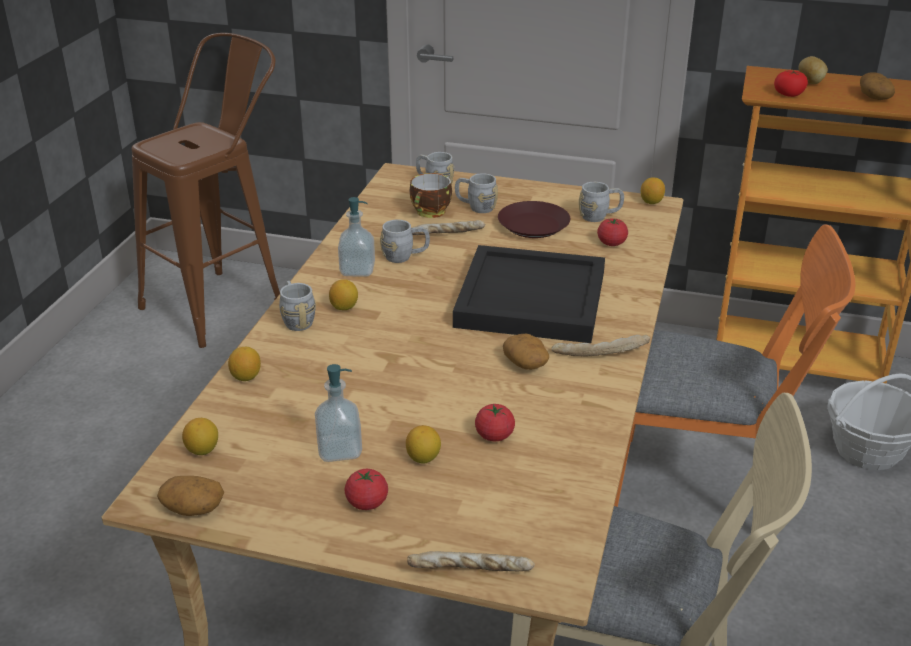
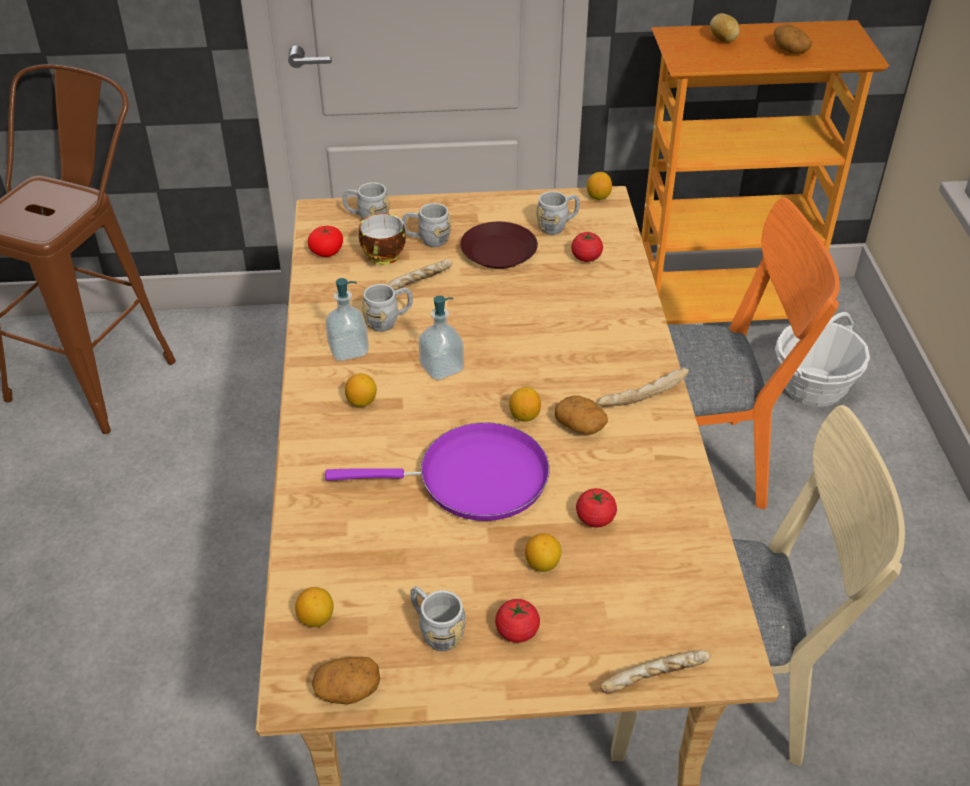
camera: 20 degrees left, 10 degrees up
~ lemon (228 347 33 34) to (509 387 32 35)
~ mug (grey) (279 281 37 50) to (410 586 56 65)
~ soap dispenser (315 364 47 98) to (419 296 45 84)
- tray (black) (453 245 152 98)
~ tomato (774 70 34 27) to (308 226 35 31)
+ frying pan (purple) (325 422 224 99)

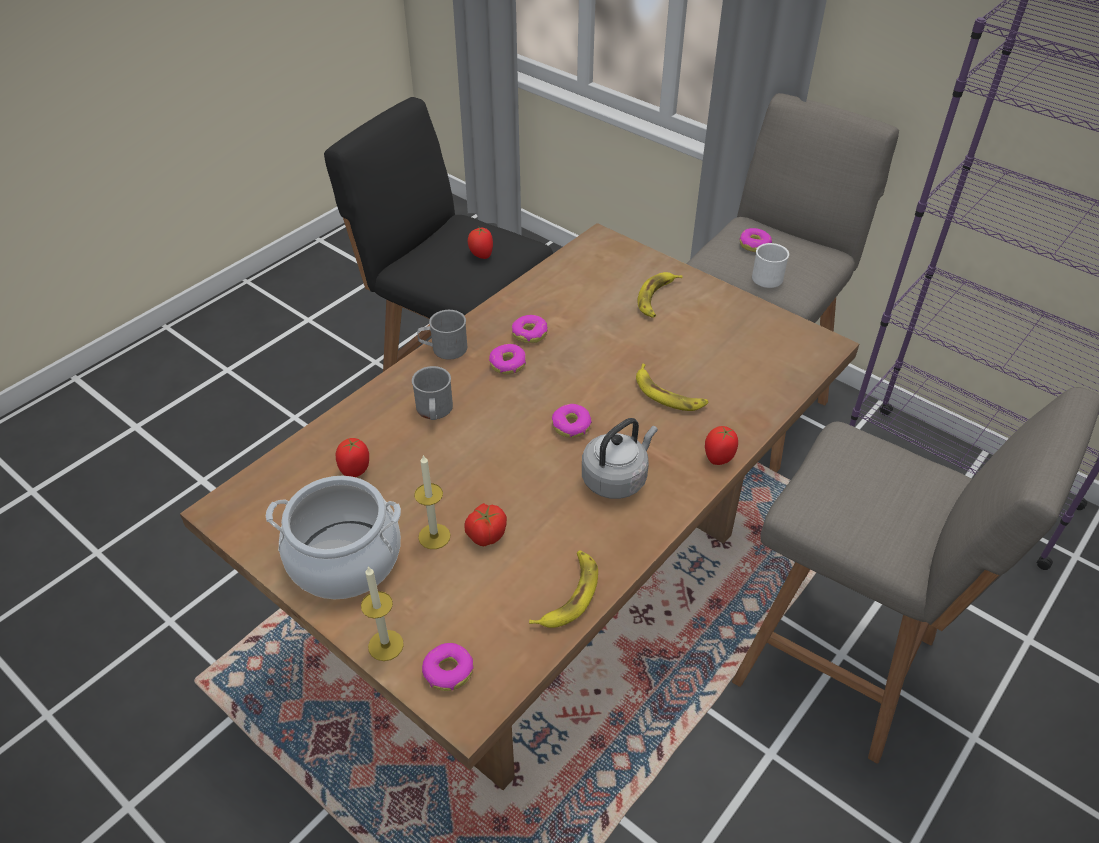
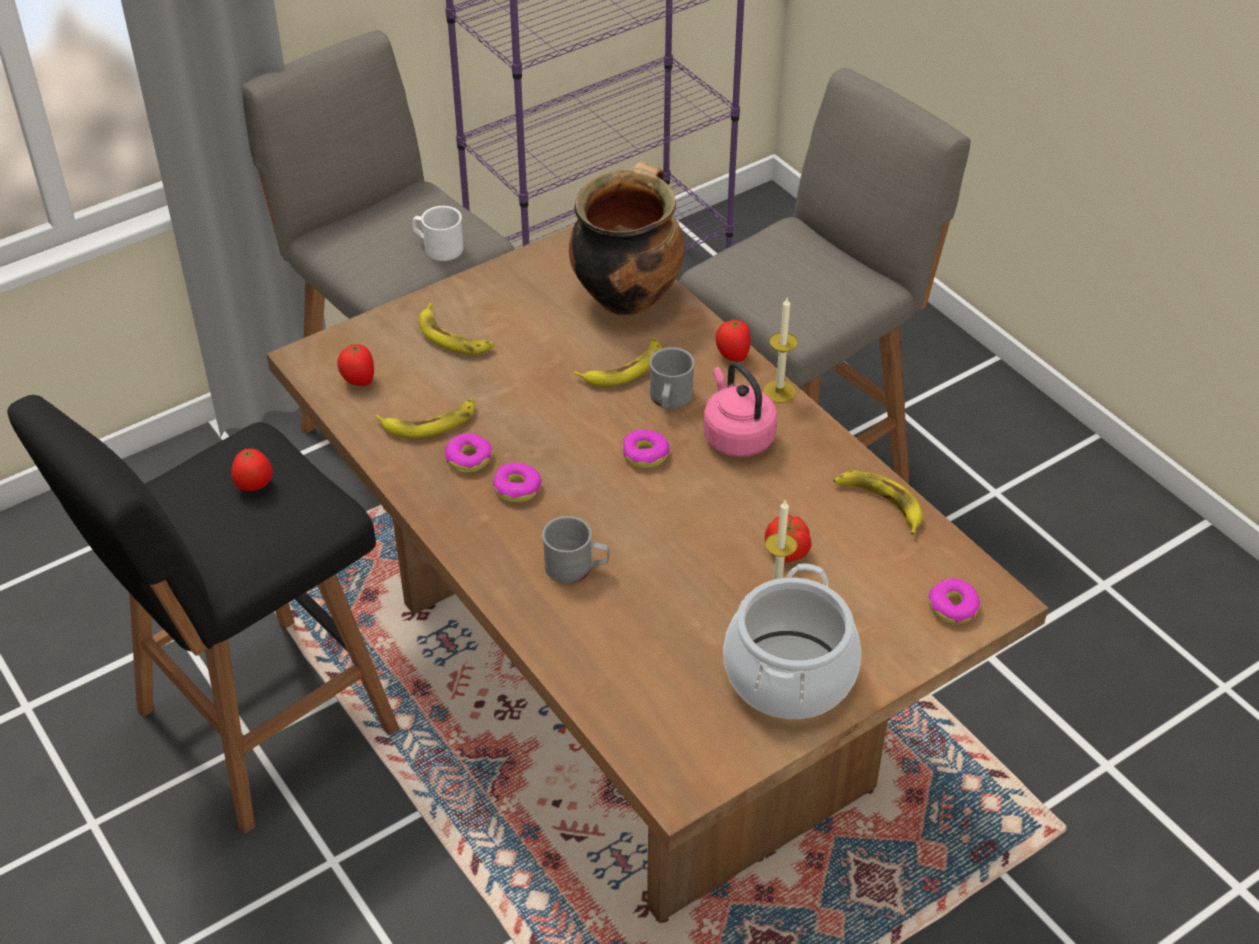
camera: 75 degrees left, 0 degrees up
~ tomato (336 438 33 39) to (337 344 37 42)
~ candle (361 567 43 94) to (763 298 35 105)
~ mug (grey) (417 310 50 50) to (650 347 45 62)
~ kettle (grey) (582 418 76 81) to kettle (pink) (703 362 74 95)
- donut (739 228 33 24)
+ banana (375 398 100 40)
+ cooking pot (569 162 116 153)

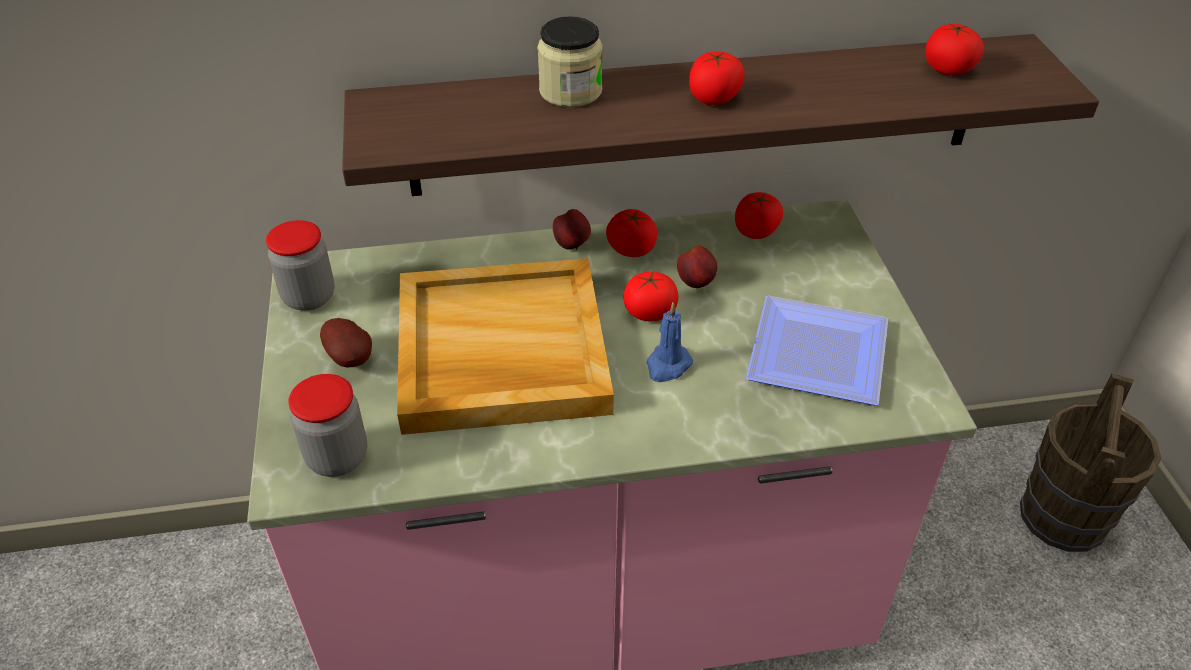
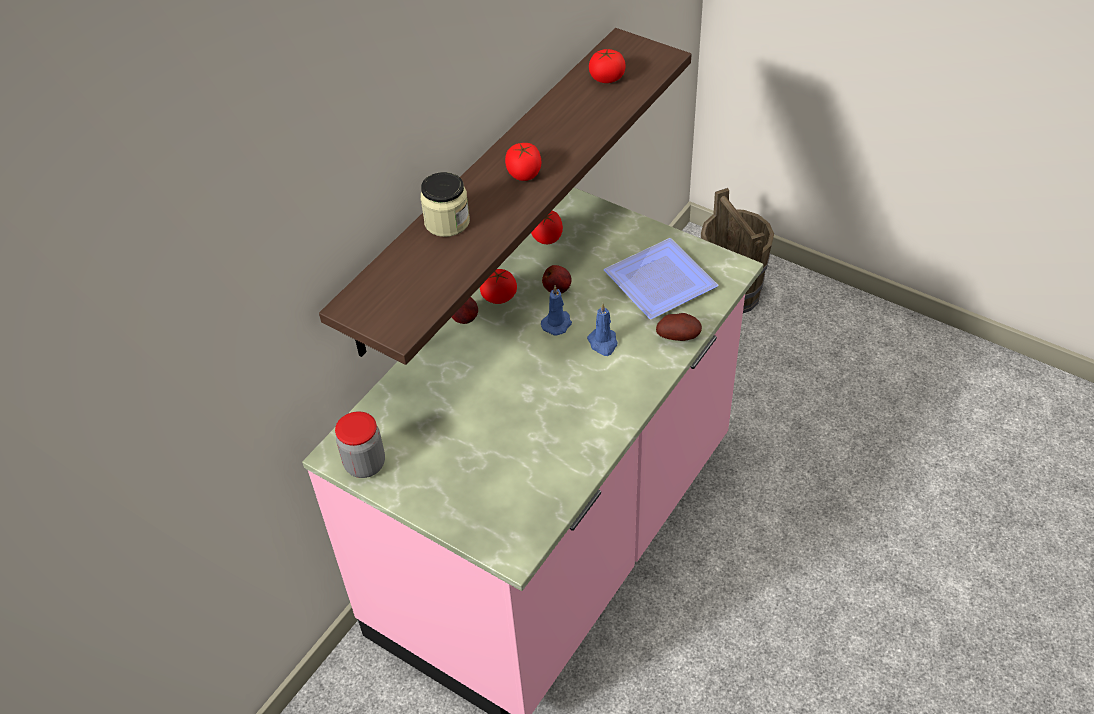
camera: 45 degrees left, 5 degrees up
- jar (288 374 79 103)
~ potato (320 318 52 49) to (656 313 46 28)
- tray (beige) (397 258 217 177)
~ tomato (624 272 54 49) to candle (blue) (541 286 31 49)

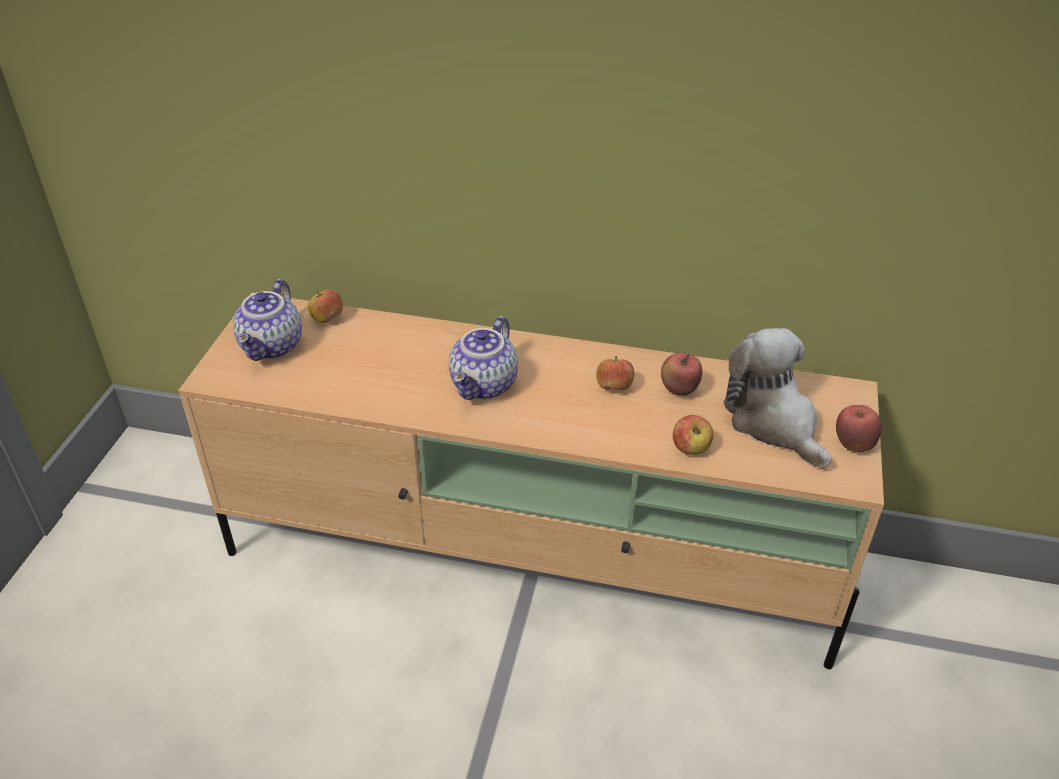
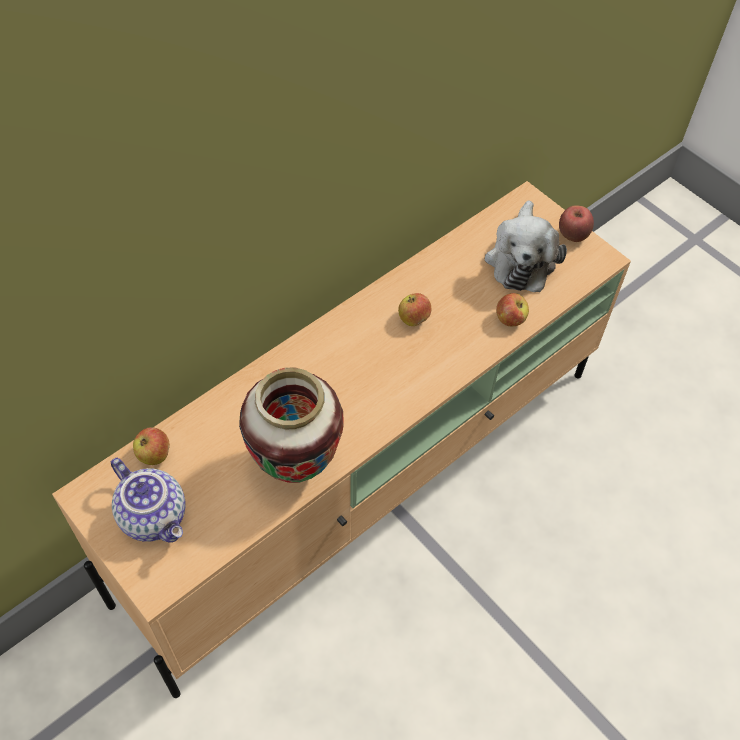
camera: 55 degrees left, 15 degrees up
- teapot (449 316 69 84)
- apple (661 353 41 43)
~ plush toy (724 328 108 140) = (485 200 82 92) 90 degrees counterclockwise
+ vase (239 368 105 115)

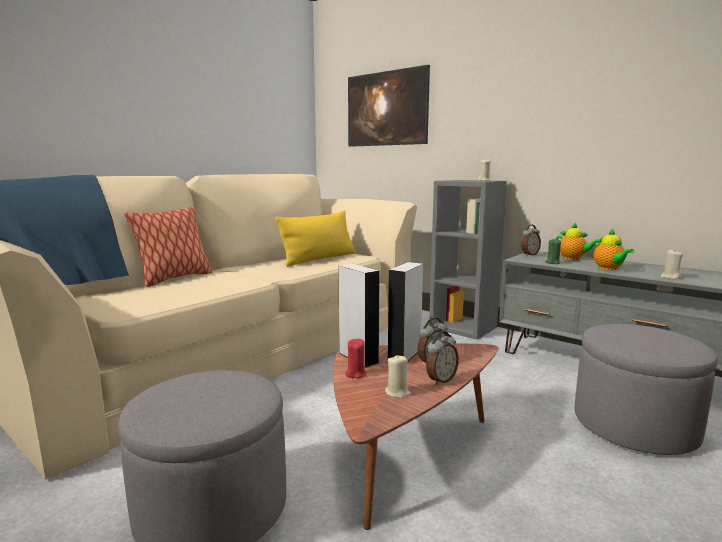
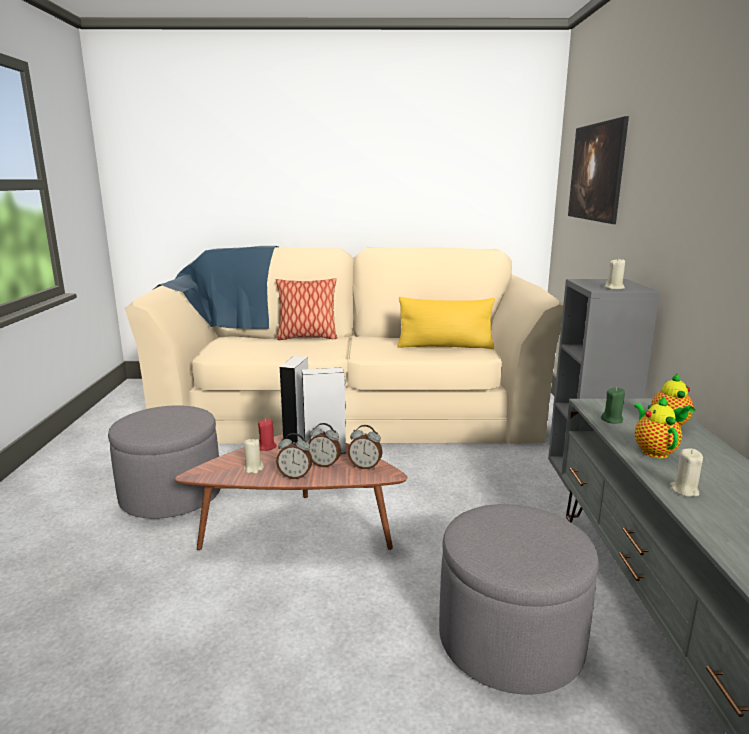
camera: 50 degrees right, 5 degrees up
~ alarm clock (521 225 20 31) to (348 425 35 44)
~ teapot (594 229 40 41) = (634 395 48 63) 135 degrees clockwise

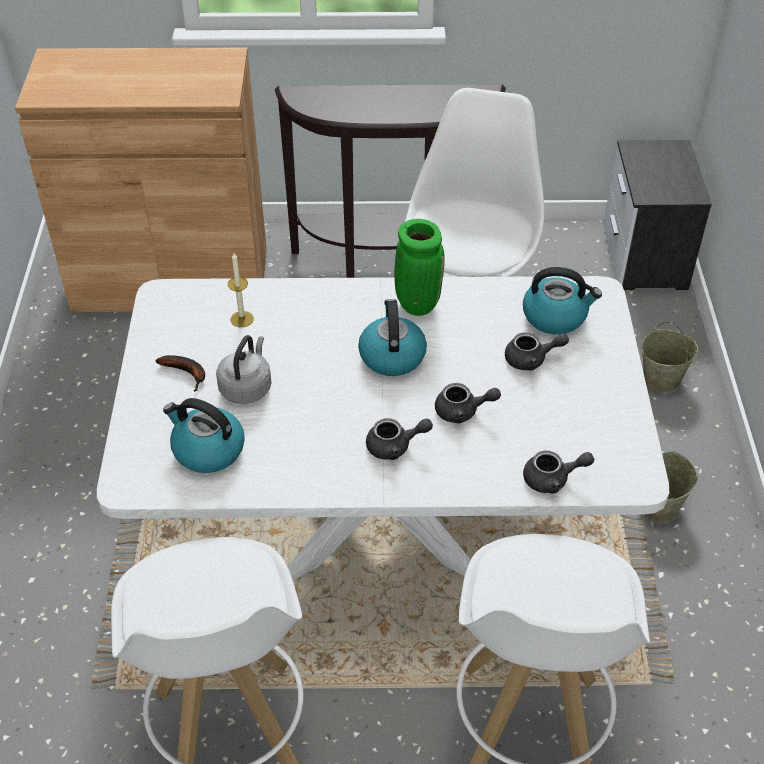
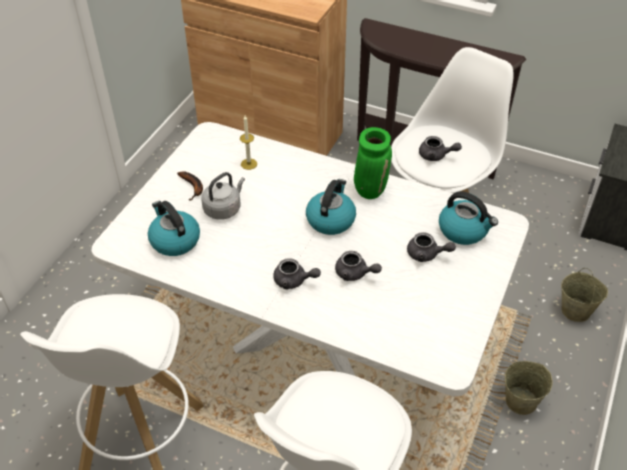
camera: 25 degrees right, 0 degrees up
~ teapot (grey) (523 450 71 44) to (419 136 43 25)

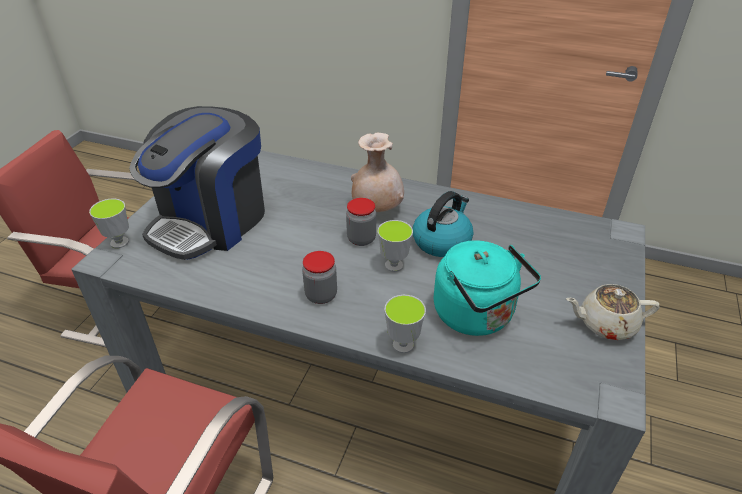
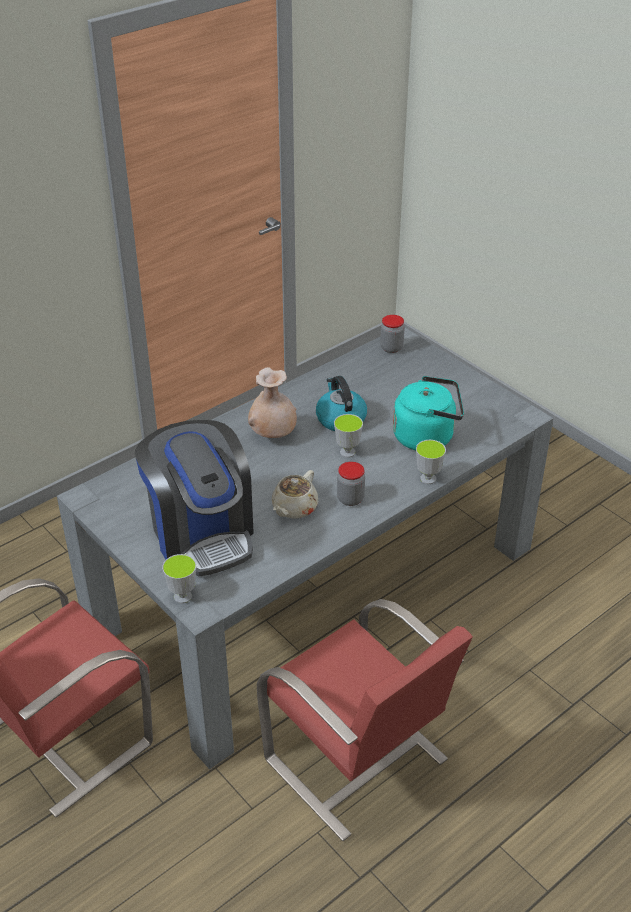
camera: 60 degrees left, 0 degrees up
~ jar (346 198 30 48) to (380 315 25 38)
~ teapot (beige) (566 284 94 56) to (272 470 46 49)

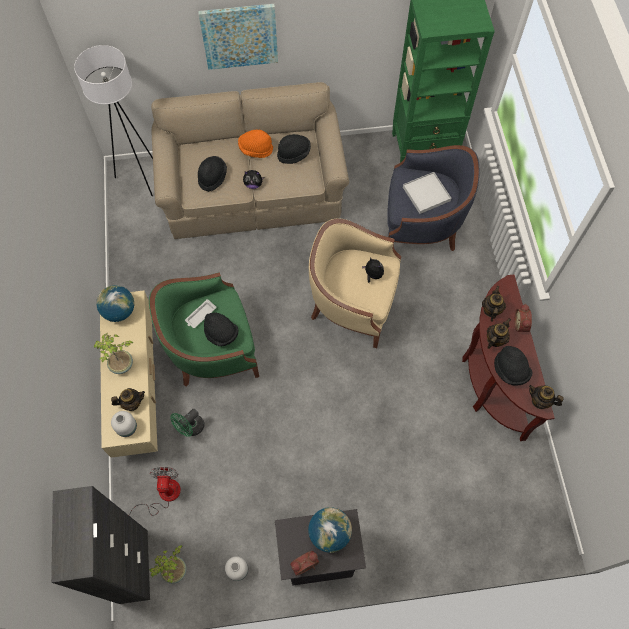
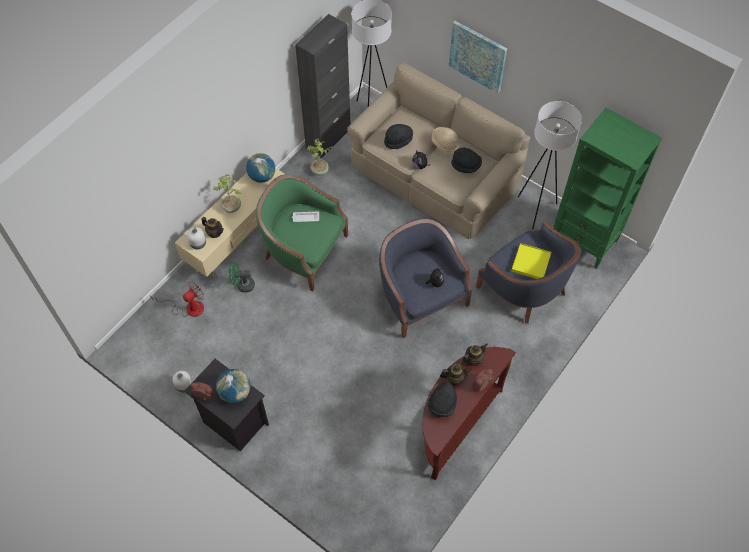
camera: 45 degrees right, 5 degrees down
~ cabinet (black) (51 486 99 118) to (295 14 56 144)
~ potted plant (149 545 37 39) to (306 138 28 37)
- hat (black) (204 312 34 34)
~ hat (orange) (238 130 35 28) to hat (beige) (432 127 27 28)
~ armchair (beige) (309 219 92 129) to armchair (blue) (379 218 93 120)
~ tray (white) (403 172 48 42) to tray (yellow) (511 243 40 36)
- teapot (529 385 35 24)
+ floor lamp (white) (518 101 64 129)

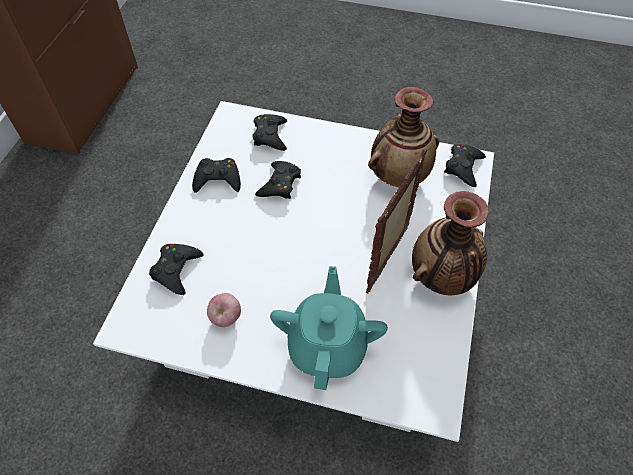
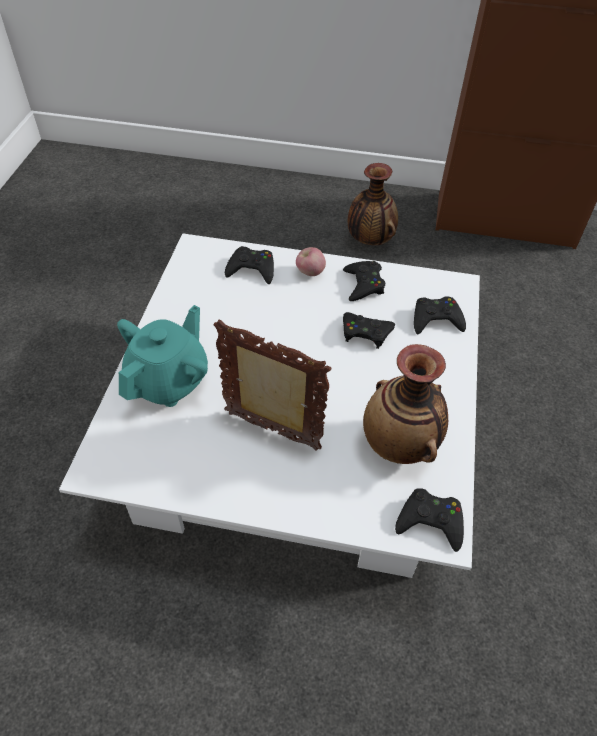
camera: 85 degrees right, 5 degrees down
~ apple (207 293 34 34) to (296 247 30 29)
~ teapot (turquoise) (270 266 118 124) = (117 305 91 102) 60 degrees counterclockwise
~ vase (412 191 77 104) to (348 163 50 82)

